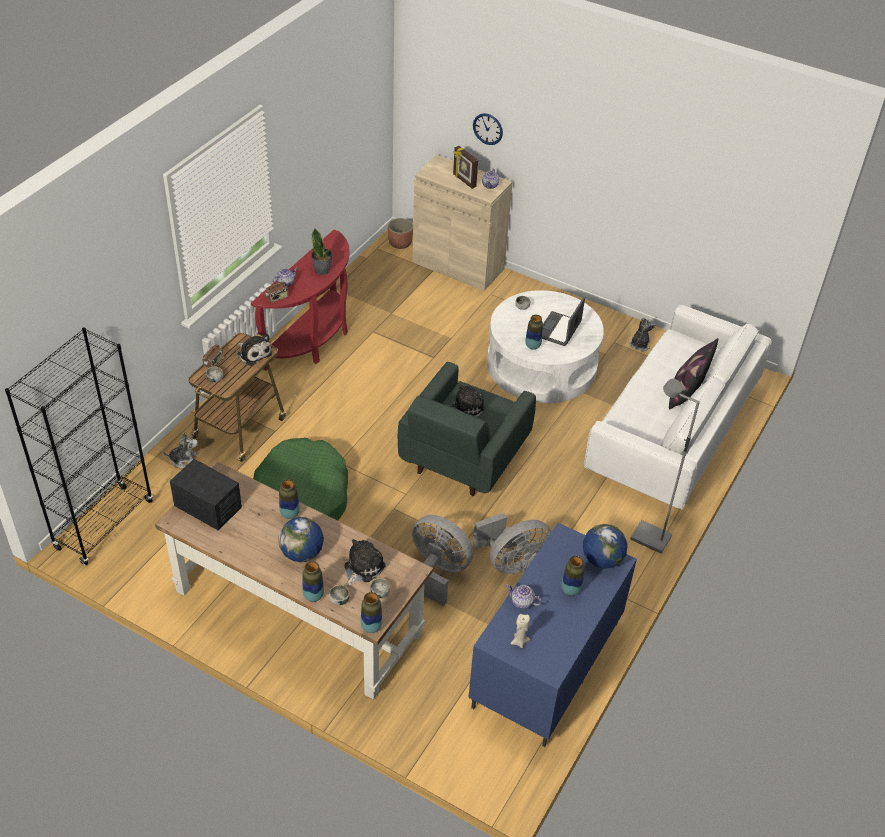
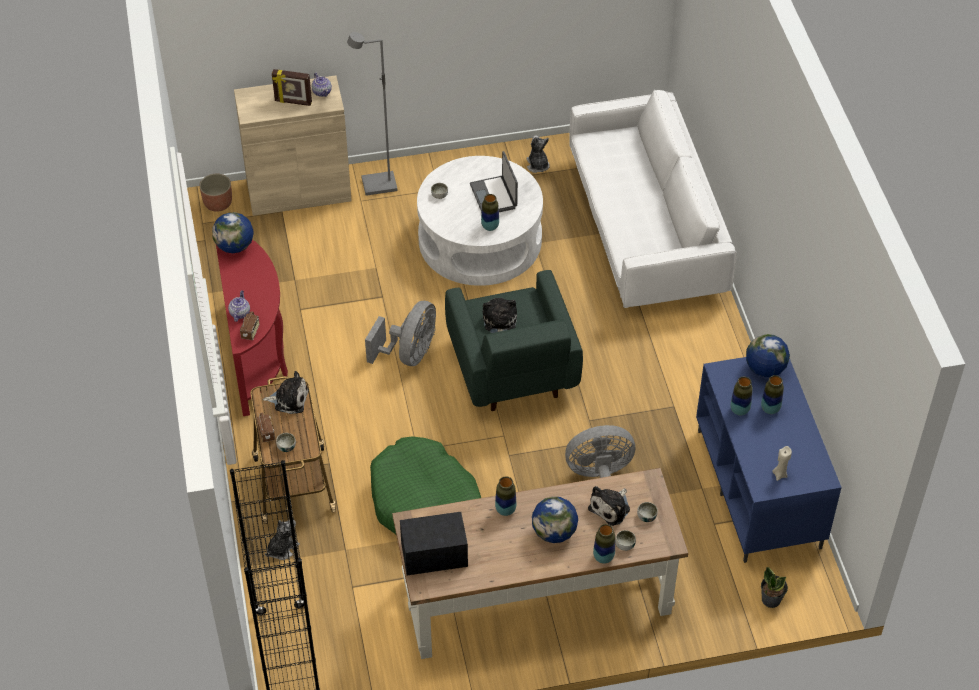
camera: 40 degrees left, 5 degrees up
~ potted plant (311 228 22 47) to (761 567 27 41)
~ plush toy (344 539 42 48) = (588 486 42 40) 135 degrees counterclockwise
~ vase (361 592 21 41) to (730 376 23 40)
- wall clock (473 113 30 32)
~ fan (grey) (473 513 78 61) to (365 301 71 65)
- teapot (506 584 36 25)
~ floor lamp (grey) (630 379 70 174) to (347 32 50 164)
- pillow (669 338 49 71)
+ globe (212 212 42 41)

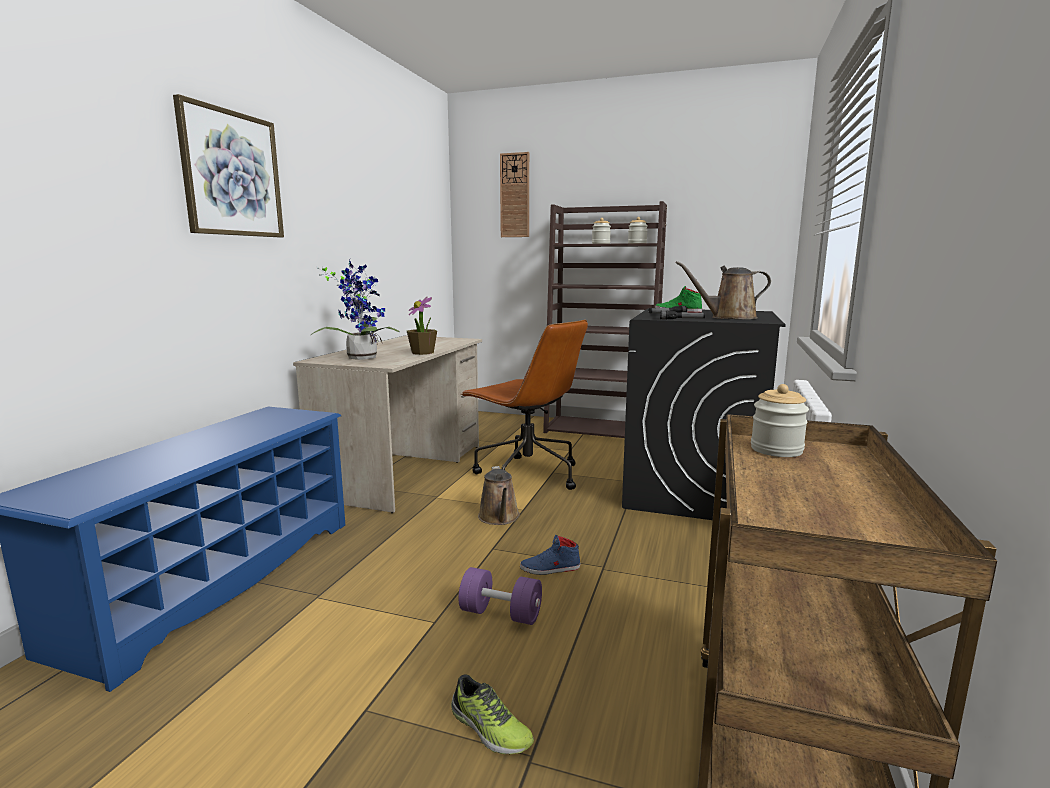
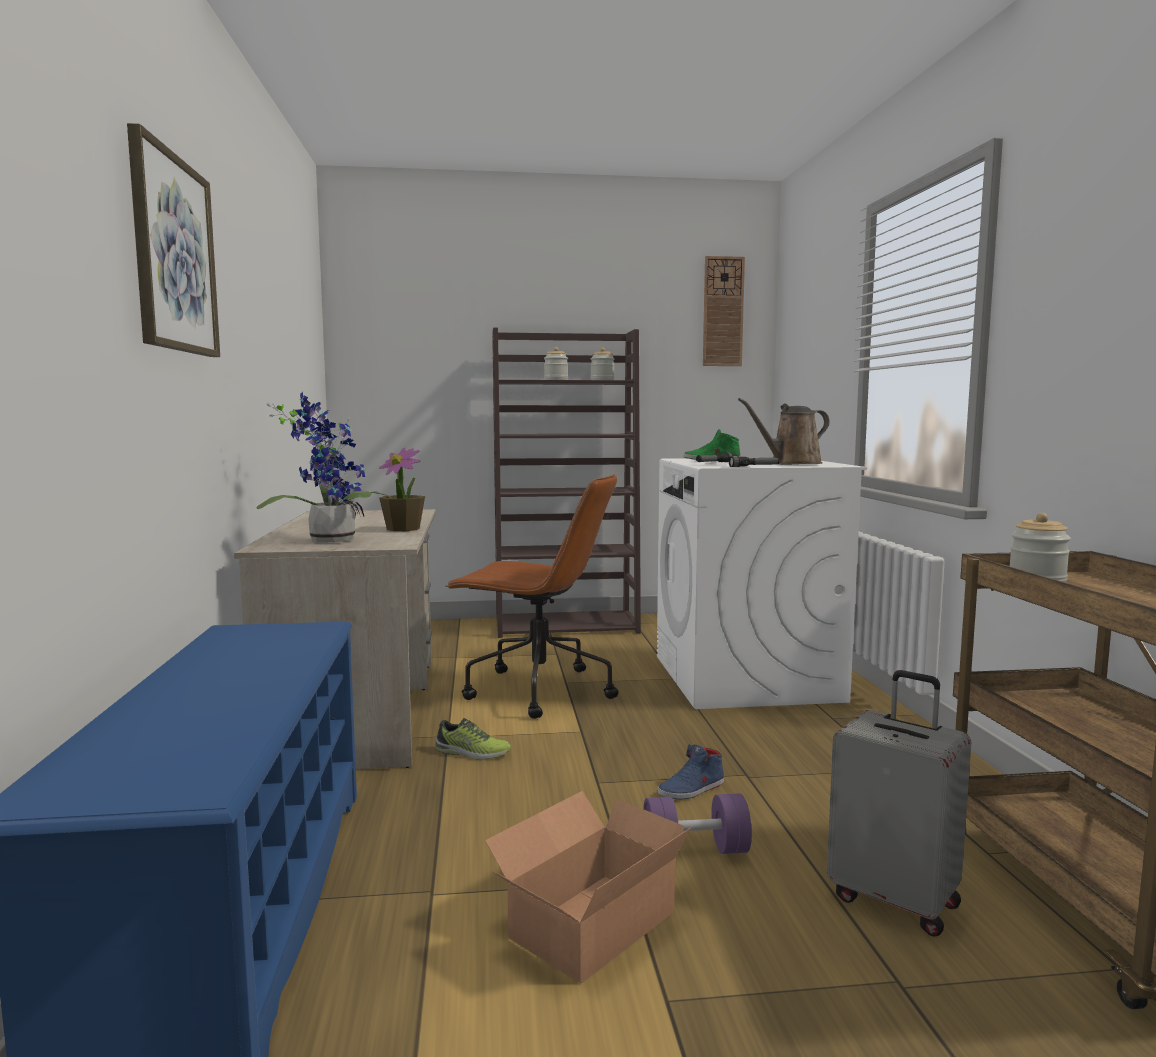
camera: 25 degrees left, 5 degrees down
~ shoe (451 674 83 80) to (435 718 76 42)
- watering can (brown) (478 466 42 59)
~ wall clock (500 152 29 85) to (703 256 42 110)
~ washing machine (black) (622 308 164 212) to washing machine (white) (657 458 210 251)
+ cardboard box (485 791 206 193)
+ suitcase (grey) (827 670 144 267)

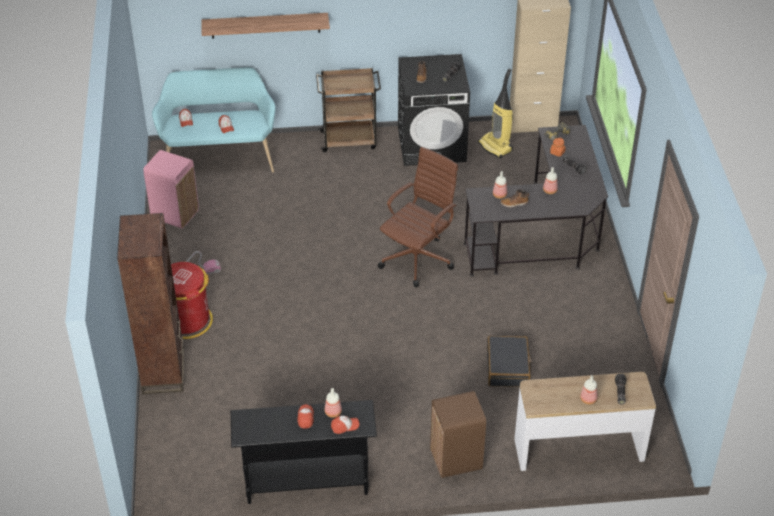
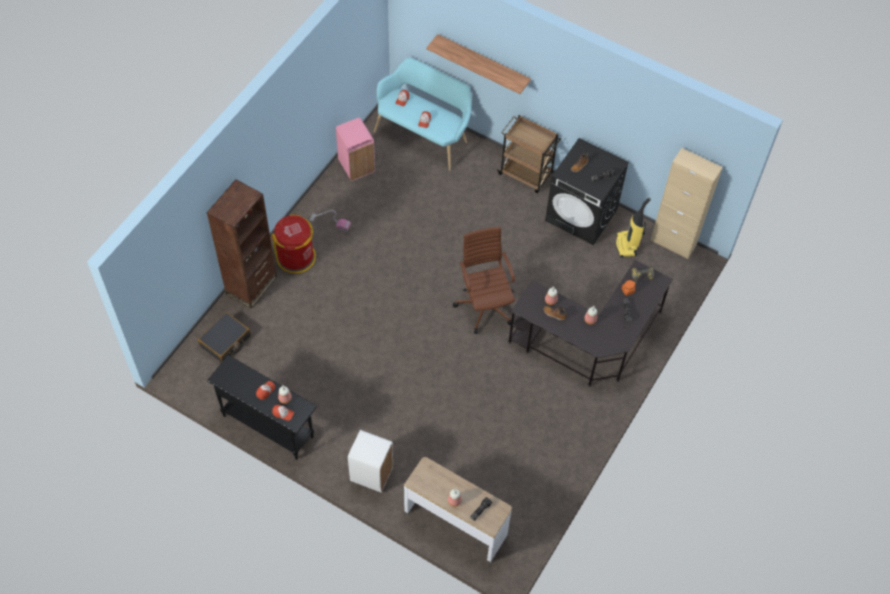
camera: 35 degrees right, 15 degrees up
~ office chair (brown) (378 147 80 140) = (453 227 62 107) 90 degrees counterclockwise
~ trash can (brown) (430 391 56 87) to trash can (white) (348 430 45 63)
~ suitcase (black) (487 336 45 51) to (198 312 53 51)

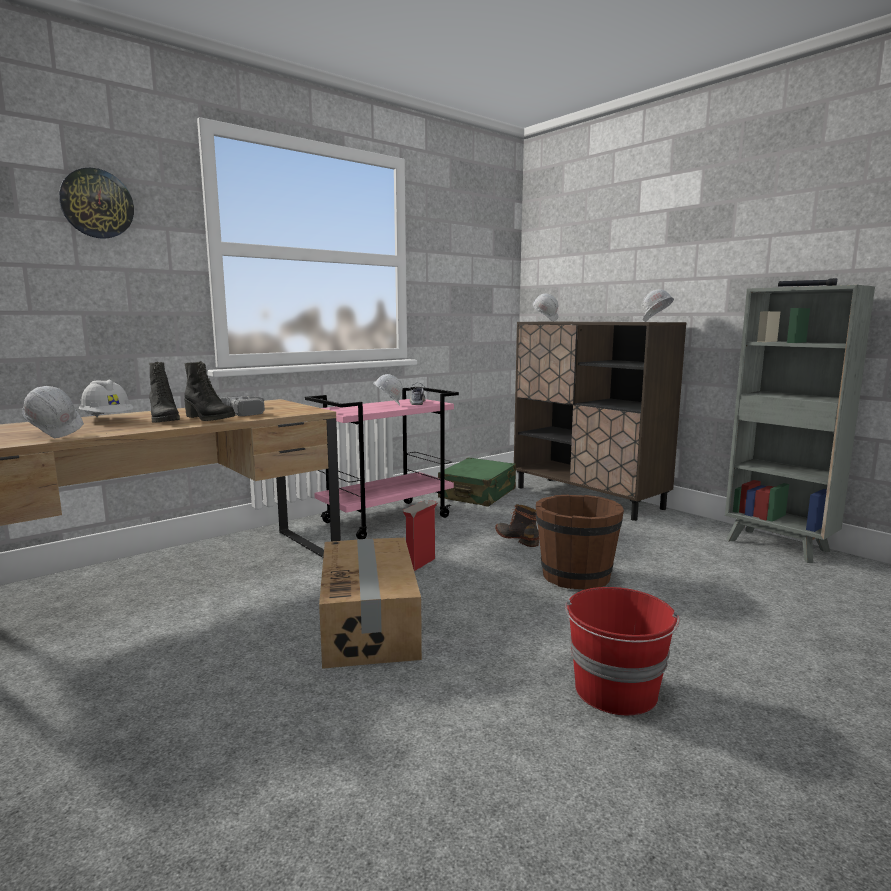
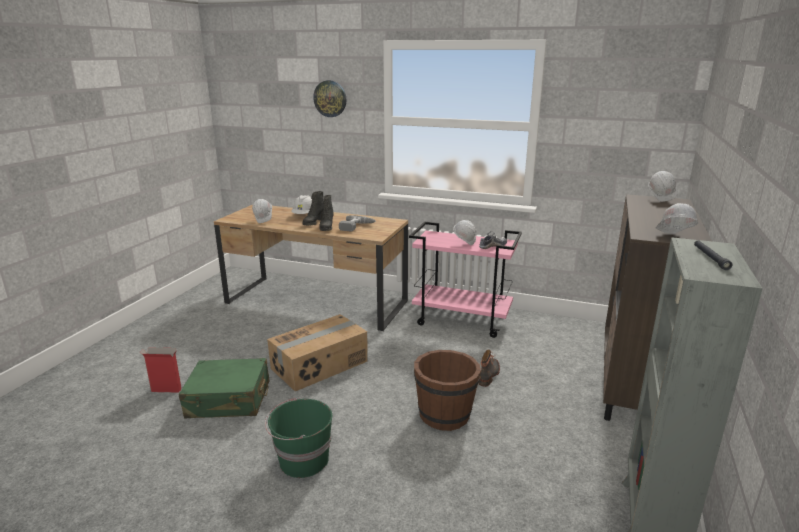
camera: 60 degrees right, 10 degrees up
~ cardboard box (403 500 34 71) to (140 347 42 46)
~ suitcase (green) (438 457 78 50) to (179 358 91 60)
~ bucket (red) (565 587 115 128) to bucket (green) (265 397 67 81)

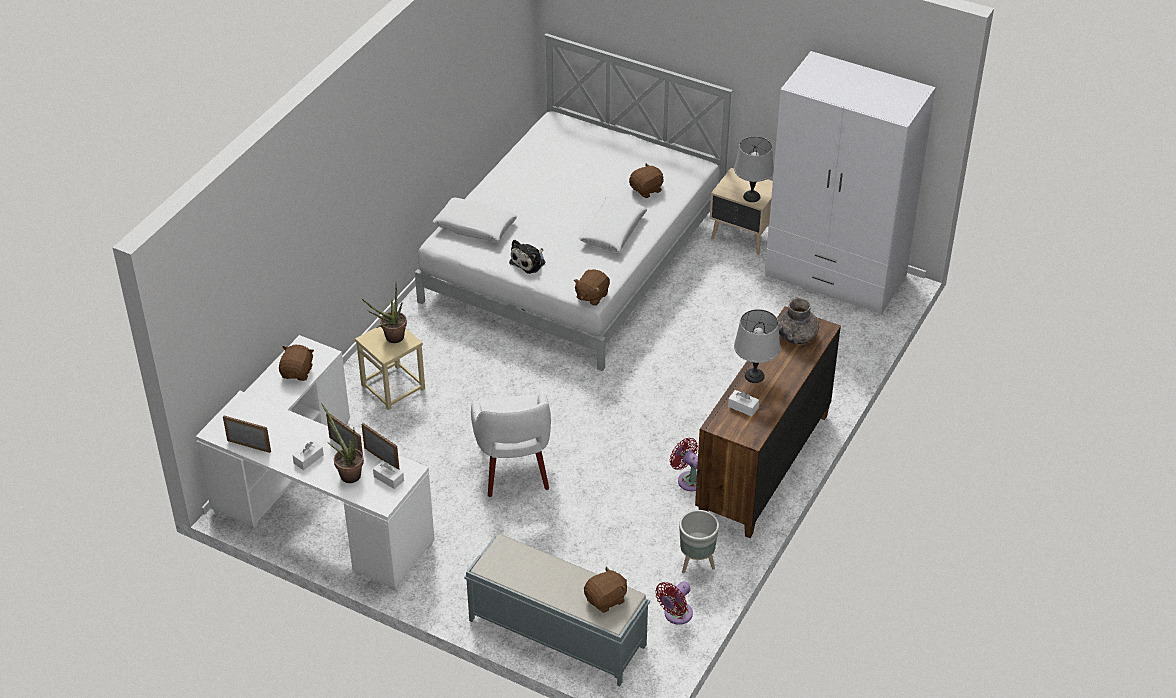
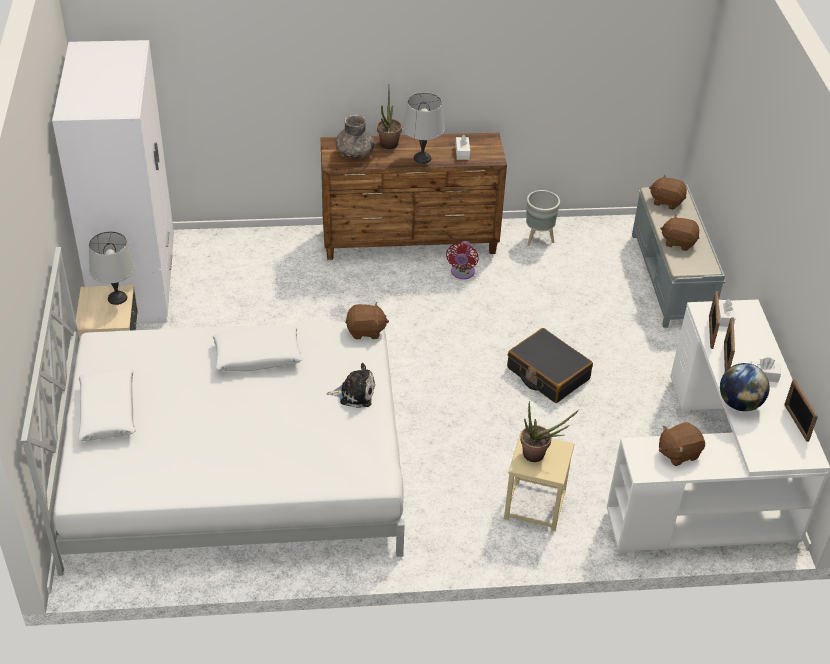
camera: 125 degrees left, 0 degrees up
~ potted plant (321 403 43 80) to (377 88 25 61)
~ pillow (white) (433 198 84 44) to (78 369 57 72)
~ armchair (white) (471 392 80 105) to suitcase (black) (507 328 86 75)
~ plush toy (brown) (629 163 35 35) to (660 214 39 37)
- fan (red) (655 582 38 43)
+ globe (720 363 50 48)

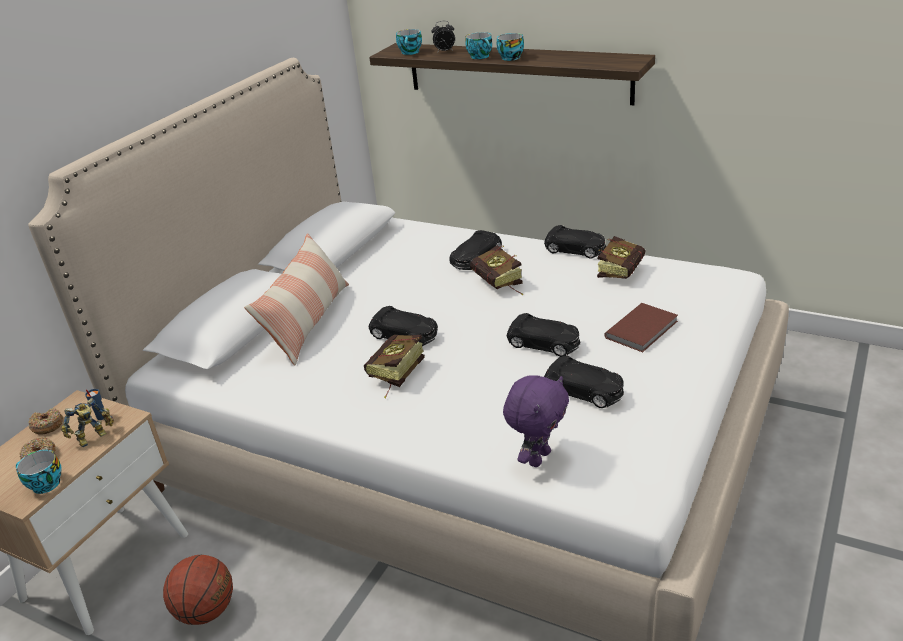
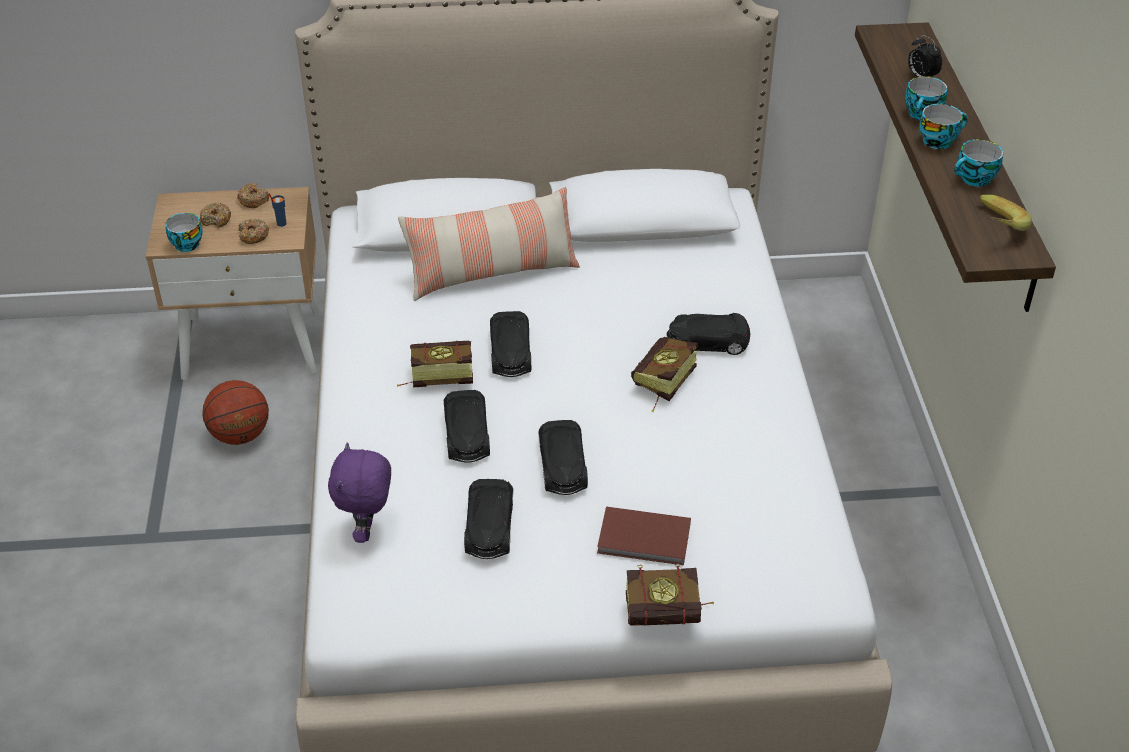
camera: 55 degrees right, 10 degrees up
~ toy robot (61 398 53 49) to donut (238 219 31 25)
~ cup (396 29 26 26) to (954 139 49 48)
~ plush toy (purple) (503 375 66 92) = (328 442 63 101) 90 degrees clockwise
~ toy car (black) (544 225 62 33) to (444 390 46 73)
~ book (597 236 48 43) to (626 563 88 63)
+ banana (979 195 53 36)

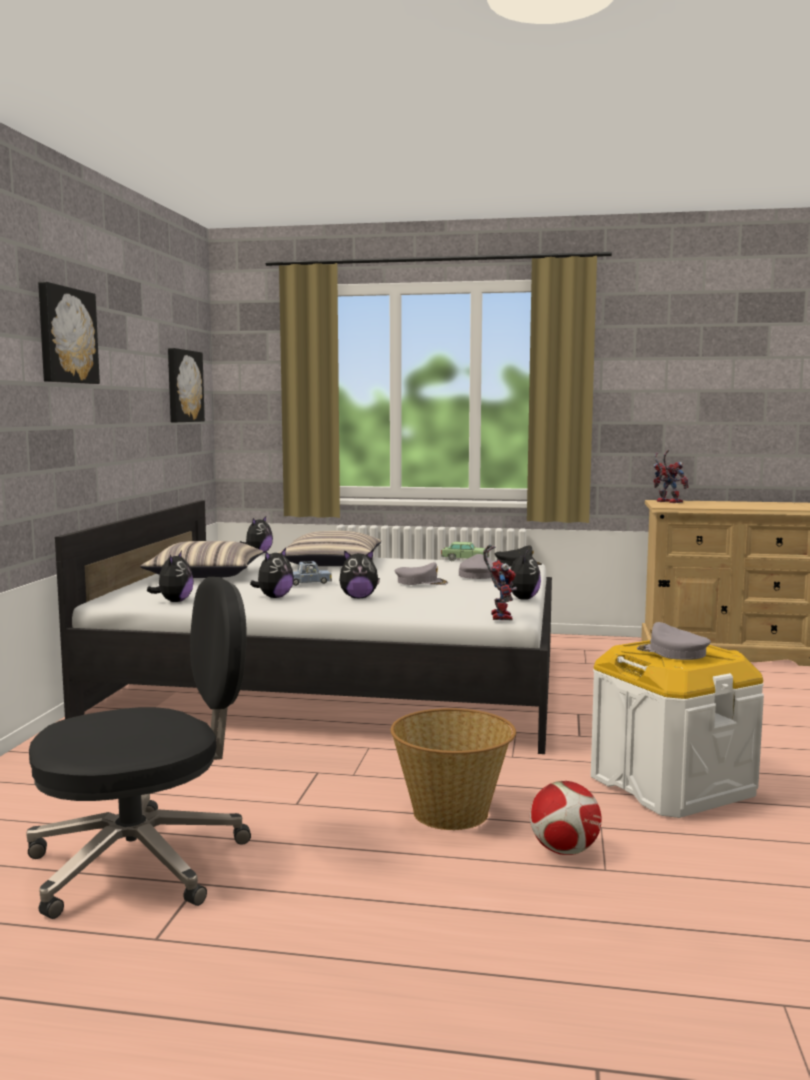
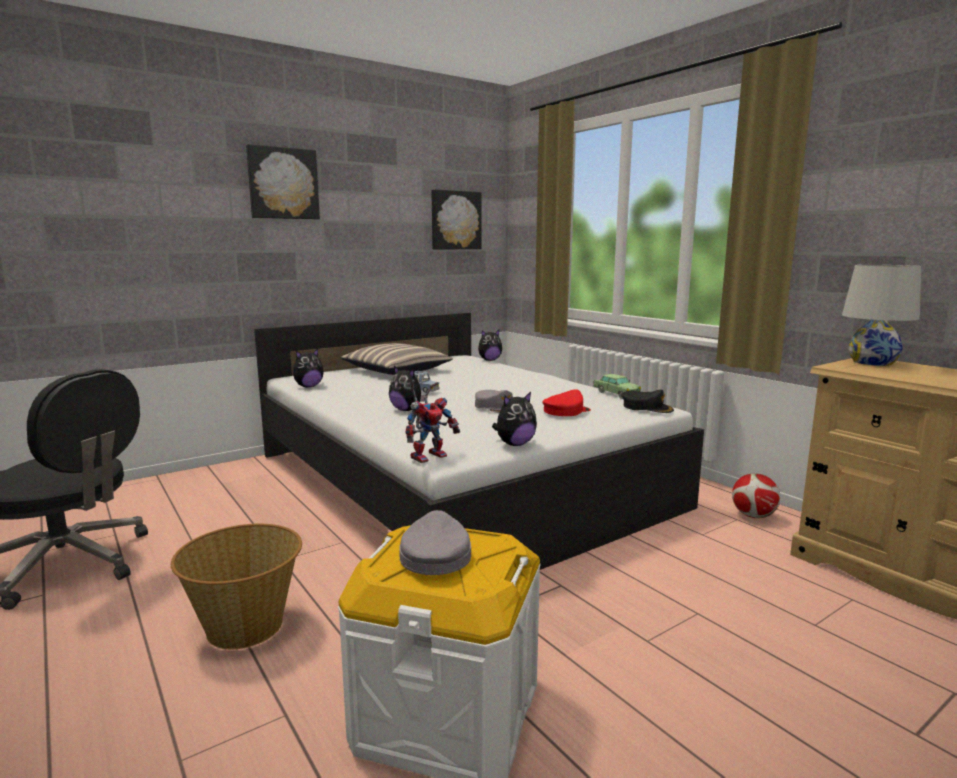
camera: 45 degrees right, 5 degrees up
- plush toy (250 548 44 50)
- pillow (278 531 103 35)
~ cap (grey) (459 554 34 25) to cap (red) (542 389 49 27)
~ football (530 781 72 74) to (732 473 48 45)
~ toy robot (654 450 35 53) to table lamp (white) (842 265 79 101)

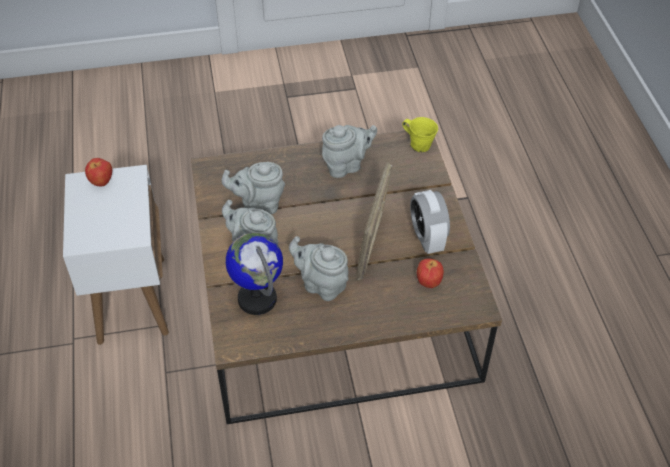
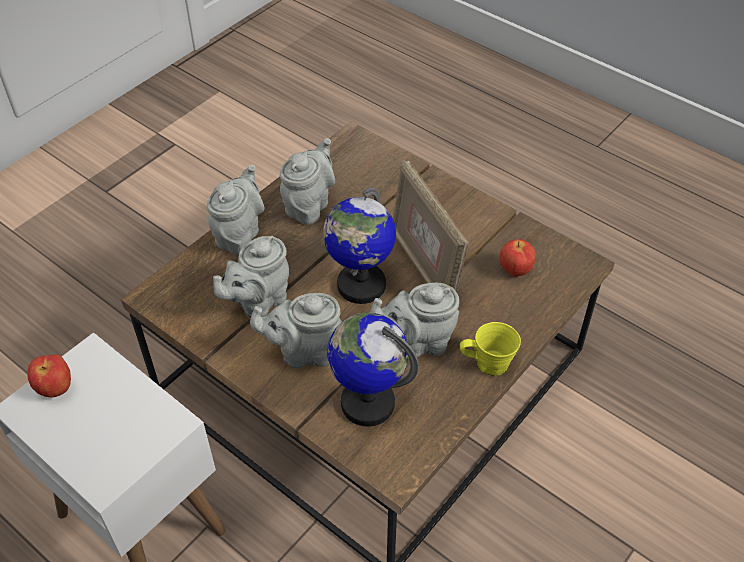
camera: 40 degrees left, 0 degrees up
~ mug (yellow) (402 117 36 35) to (460 322 61 54)
- alarm clock (410 190 40 64)
+ teapot (grey) (207 164 58 91)
+ globe (323 188 73 116)

